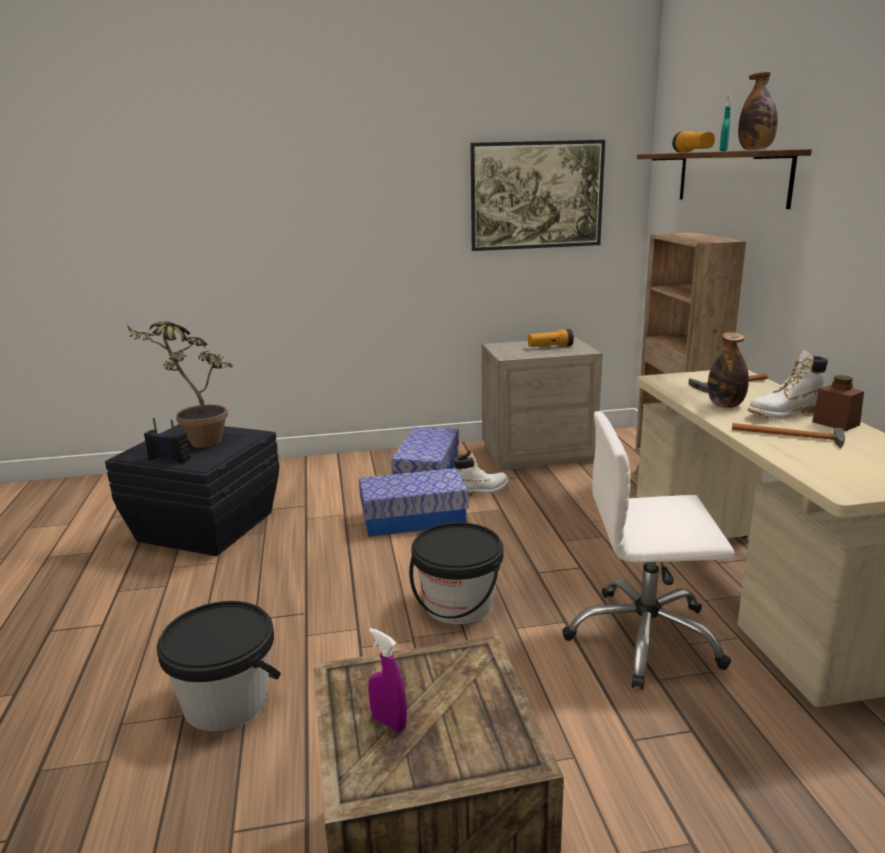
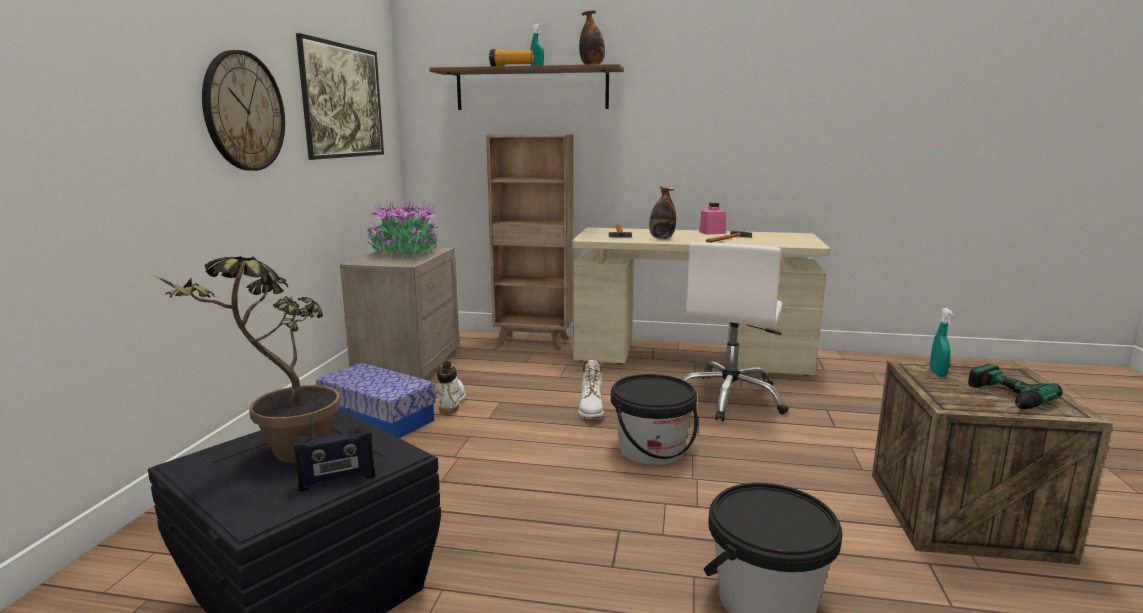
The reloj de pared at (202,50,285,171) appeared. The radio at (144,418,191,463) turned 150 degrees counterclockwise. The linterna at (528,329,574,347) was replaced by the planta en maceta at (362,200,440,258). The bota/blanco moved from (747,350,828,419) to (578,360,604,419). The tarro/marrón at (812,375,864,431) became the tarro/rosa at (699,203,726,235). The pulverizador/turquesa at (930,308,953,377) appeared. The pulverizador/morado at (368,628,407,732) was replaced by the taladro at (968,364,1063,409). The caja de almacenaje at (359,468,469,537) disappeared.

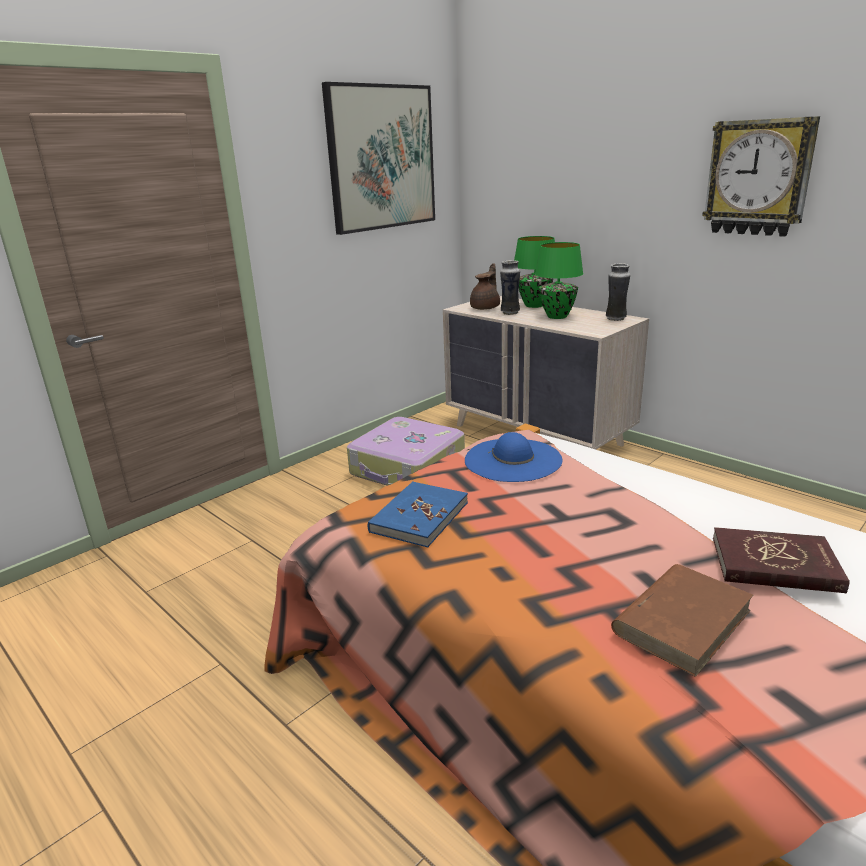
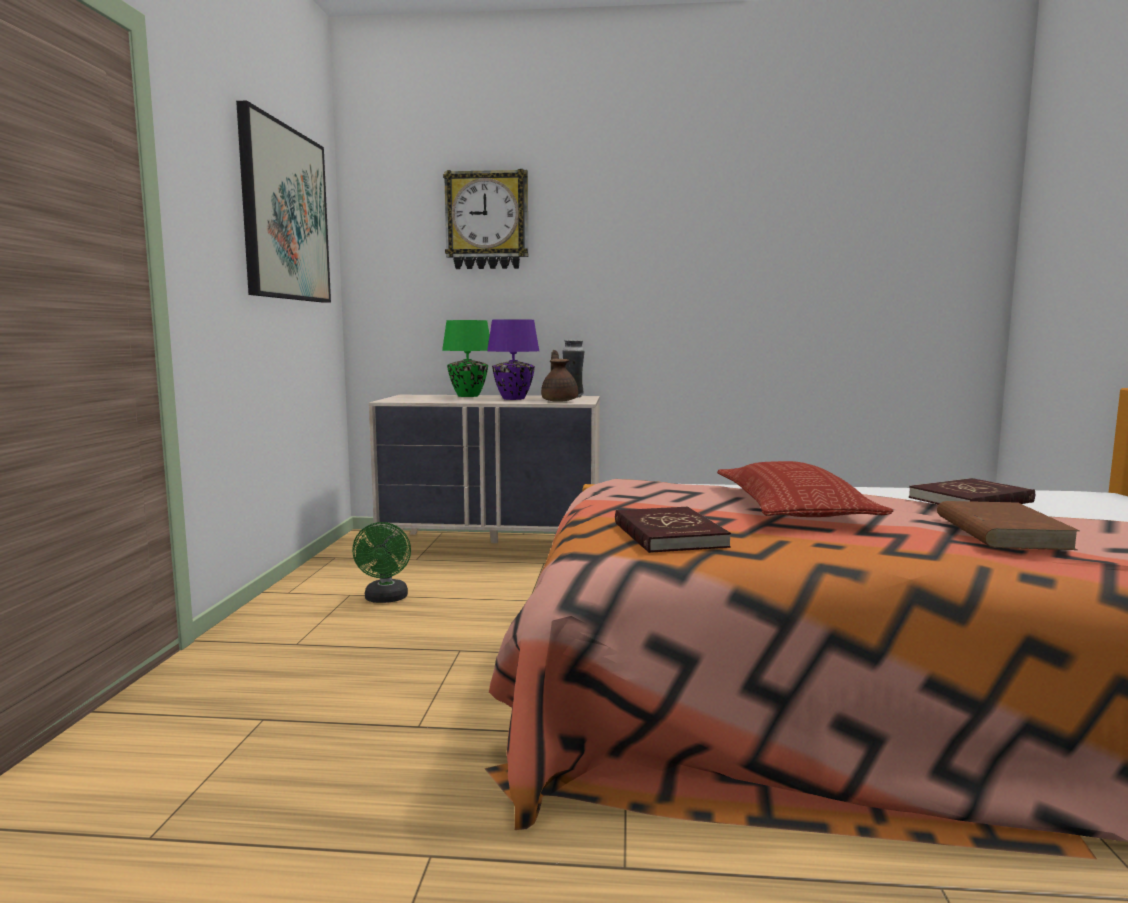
The maleta at (347,417,465,486) was replaced by the ventilador/verde at (352,522,411,603). The reloj de pared moved from (702,116,820,237) to (443,169,528,269). The lámpara de mesa/verde at (535,242,583,319) became the lámpara de mesa/morado at (487,319,539,400). The tetera/marrón moved from (470,263,500,310) to (541,350,578,402). The libro/azul at (368,482,468,547) became the libro/rojo at (615,507,731,553). The cojín at (717,461,893,517) appeared. The sombrero/azul at (465,432,563,482) disappeared. The florero at (500,260,520,315) disappeared.

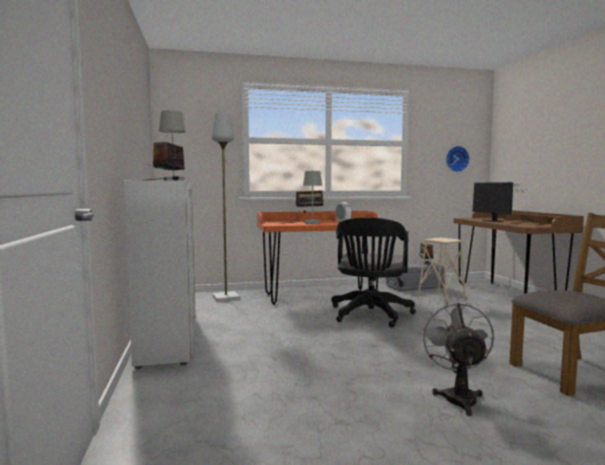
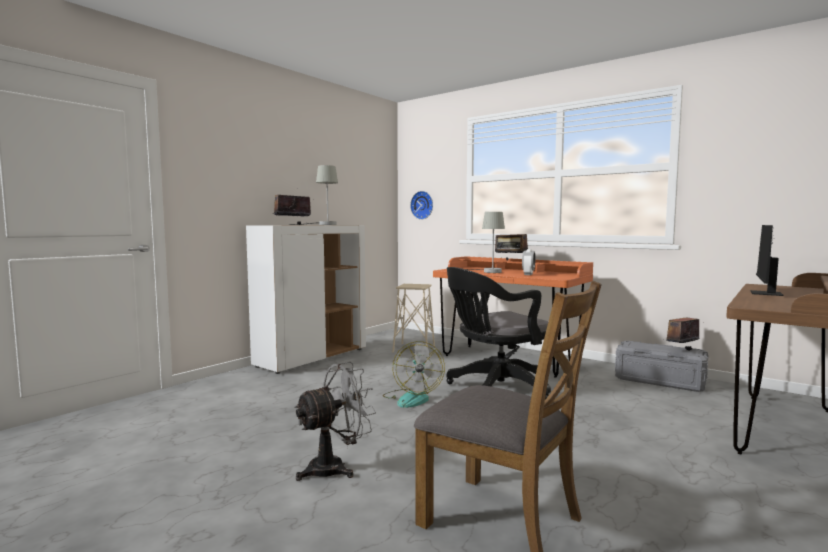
The ventilador at (383,341,445,408) appeared. The taburete/beis moved from (417,238,466,306) to (392,284,435,353). The reloj de pared moved from (446,146,469,172) to (410,191,433,220). The lámpara de pie/gris at (211,112,240,302) disappeared.

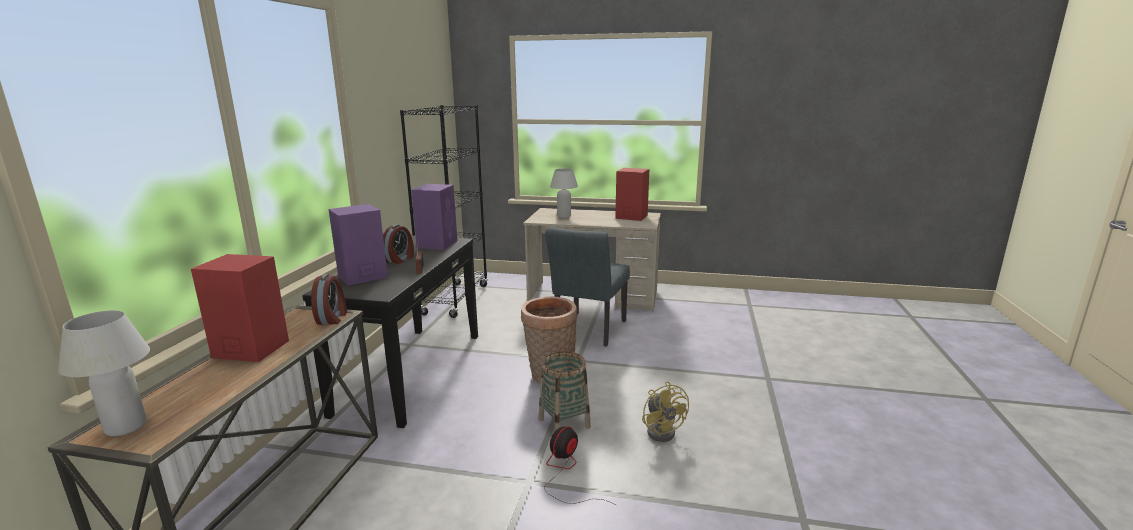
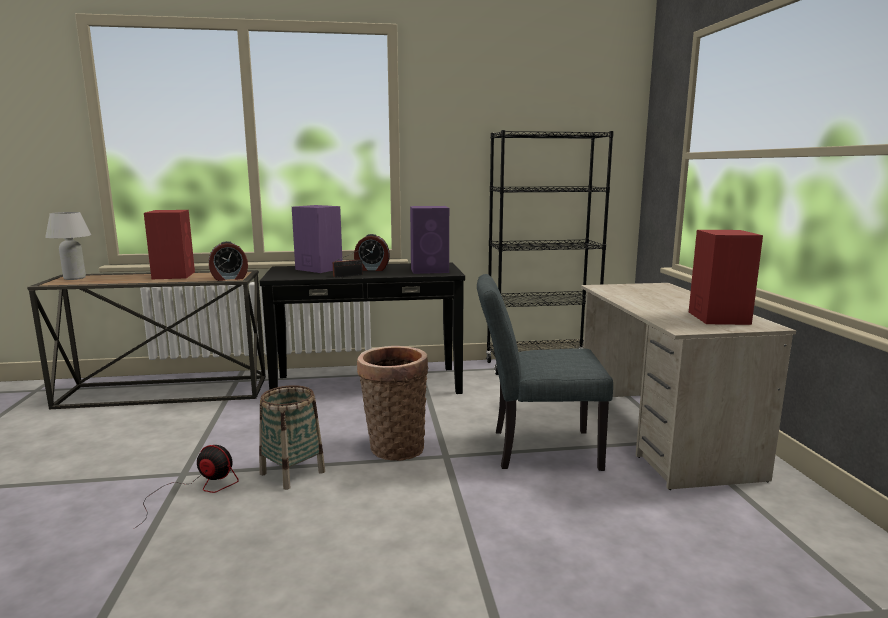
The lámpara de mesa/blanco at (550,169,578,218) disappeared. The ventilador/amarillo at (642,381,689,442) disappeared.

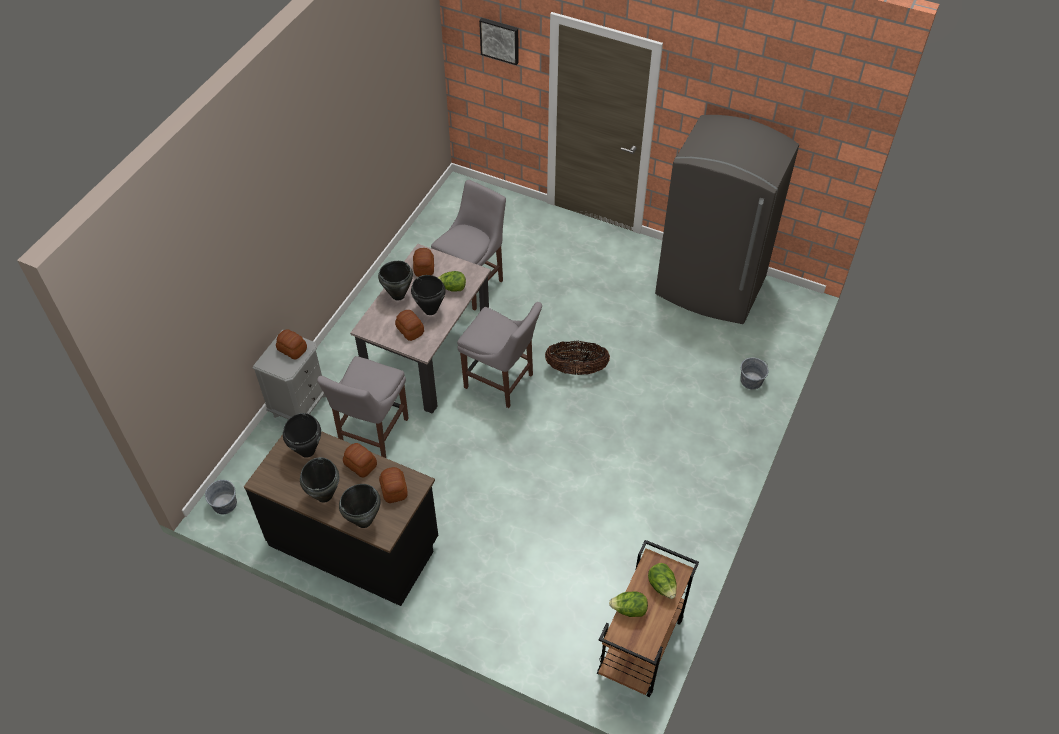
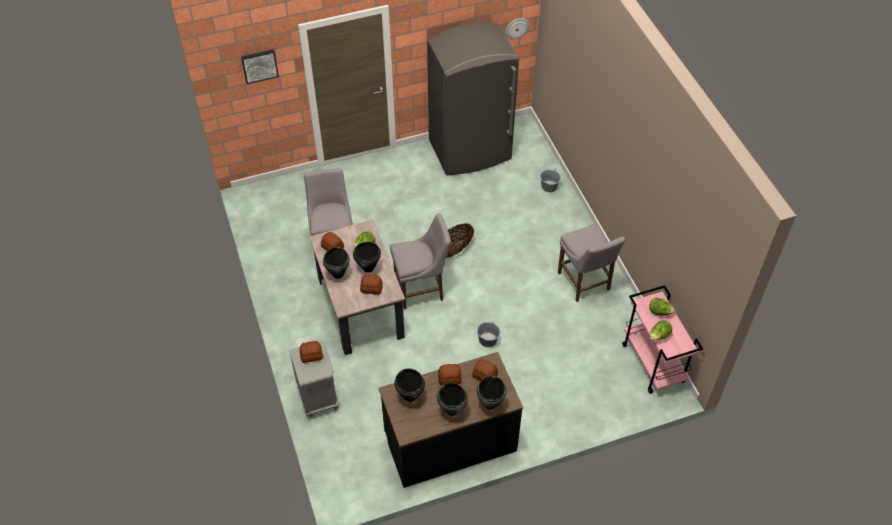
The cubo/gris moved from (205,480,237,514) to (477,322,500,347). The reloj de pared at (505,18,530,39) appeared. The silla/gris moved from (317,356,409,458) to (558,224,625,302). The carrito/marrón at (597,540,699,697) became the carrito/rosa at (622,285,703,394).

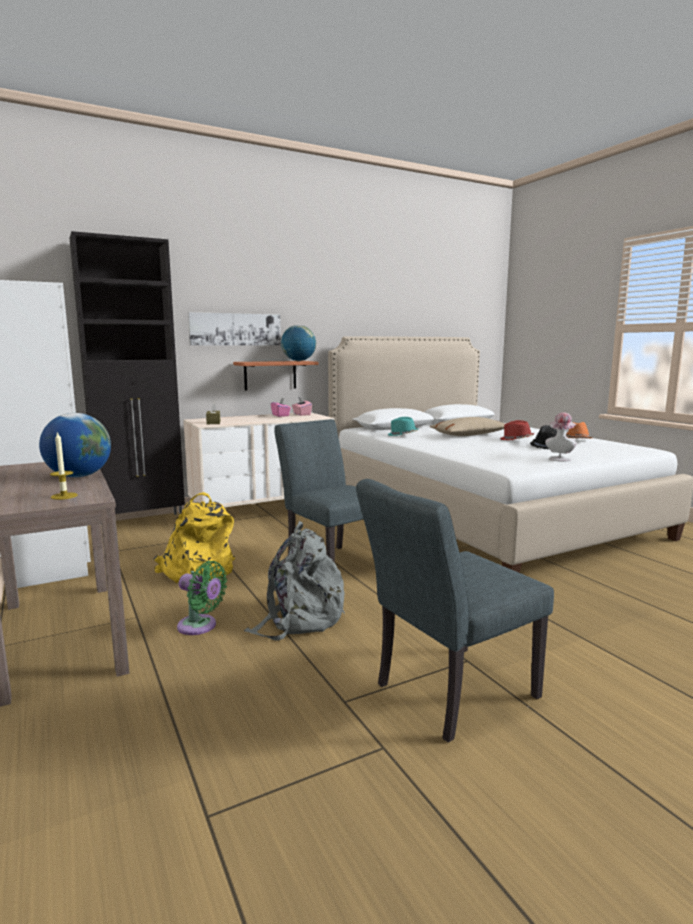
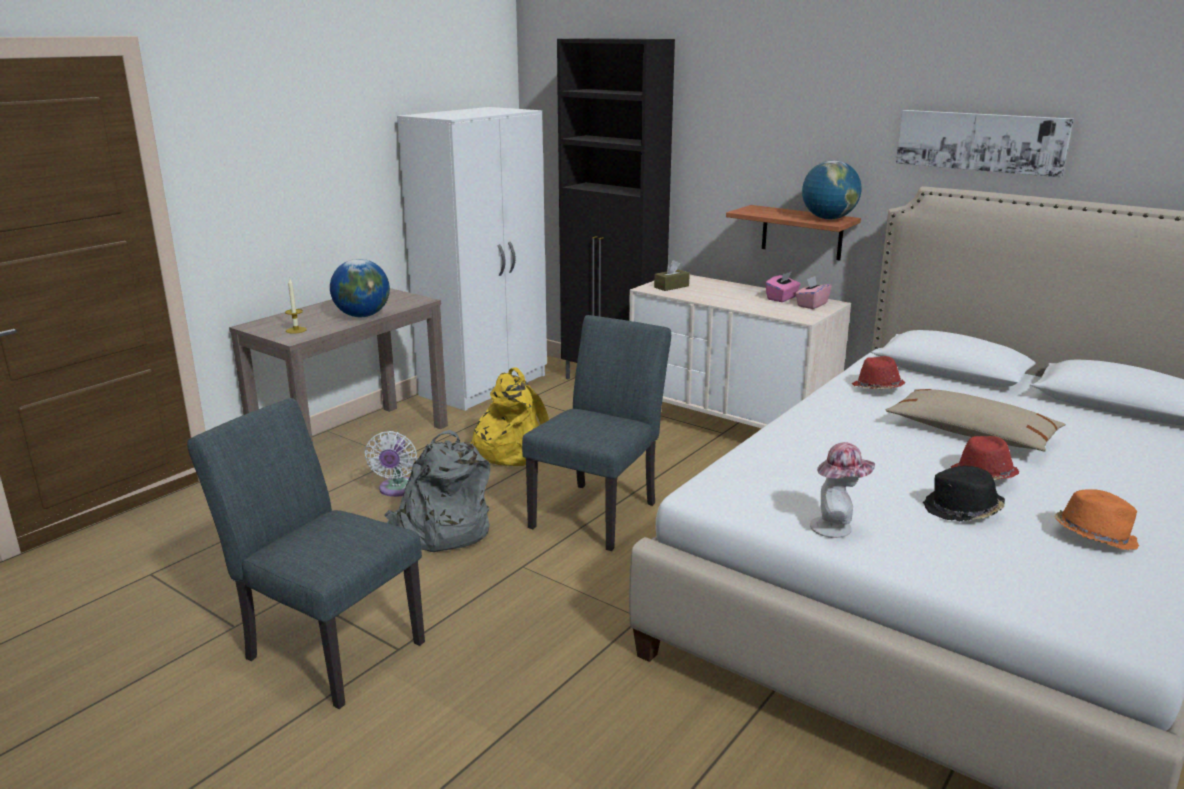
The ventilador/verde at (177,561,227,635) became the ventilador/blanco at (365,431,417,497). The sombrero/turquesa at (388,417,419,436) became the sombrero/rojo at (852,356,905,389). The cuadro moved from (188,312,281,346) to (896,110,1074,177).

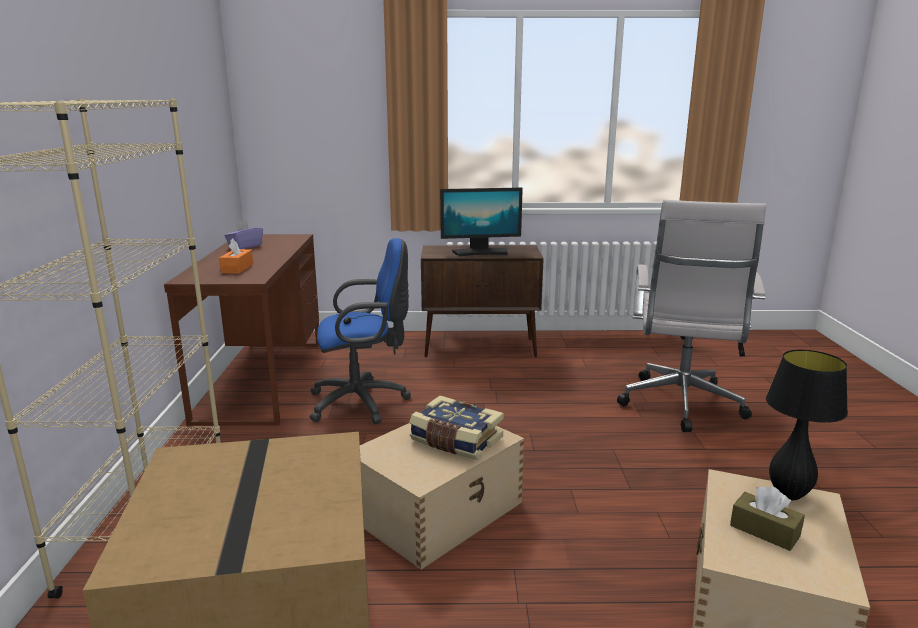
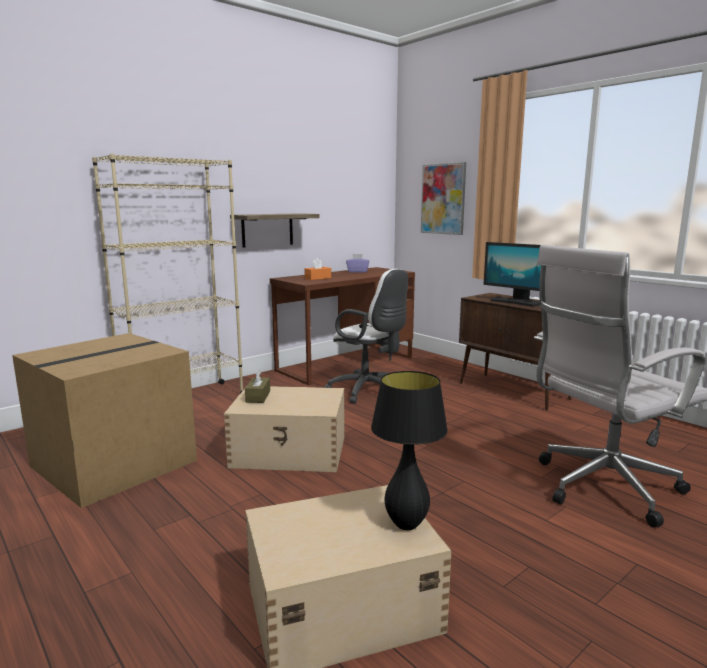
The estante at (230,213,320,248) appeared. The caja de pañuelos/marrón moved from (730,486,805,551) to (245,369,270,403). The silla de oficina/azul at (310,238,411,424) became the silla de oficina/blanco at (324,269,408,404). The cuadro at (421,162,466,235) appeared. The libro at (409,396,504,460) disappeared.

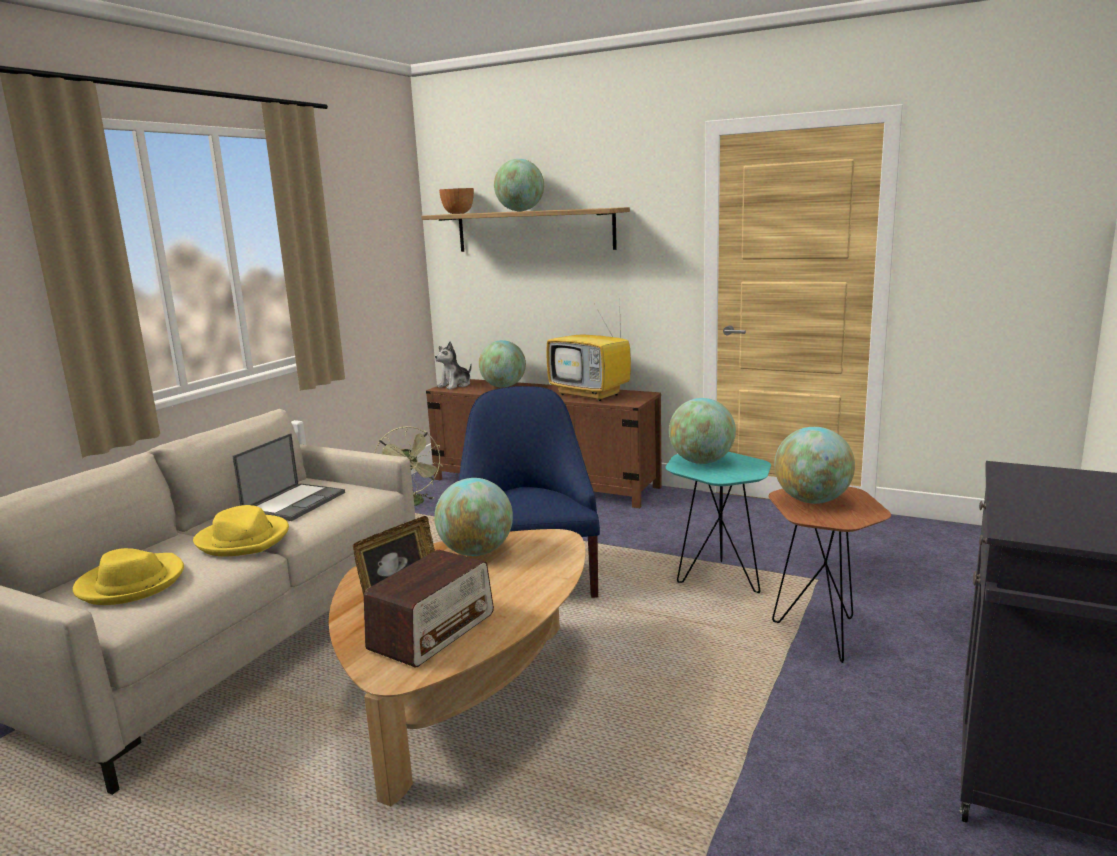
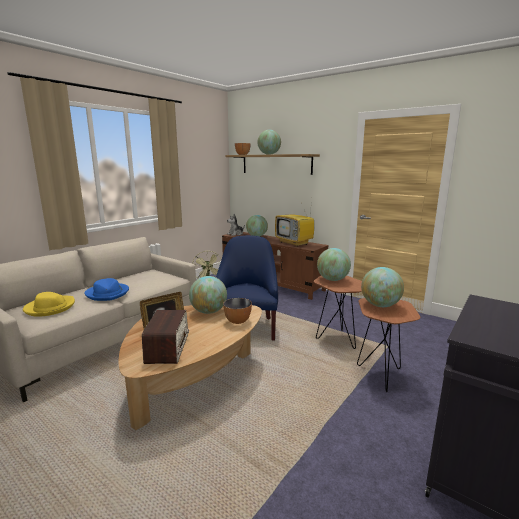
The sombrero/amarillo at (193,505,289,556) became the sombrero/azul at (84,278,129,301). The radio at (364,550,494,668) turned 45 degrees counterclockwise. The cuenco at (223,298,252,324) appeared. The mesa auxiliar/turquesa at (665,452,771,593) became the mesa auxiliar/marrón at (314,276,362,349). The portátil at (232,433,345,521) disappeared.

